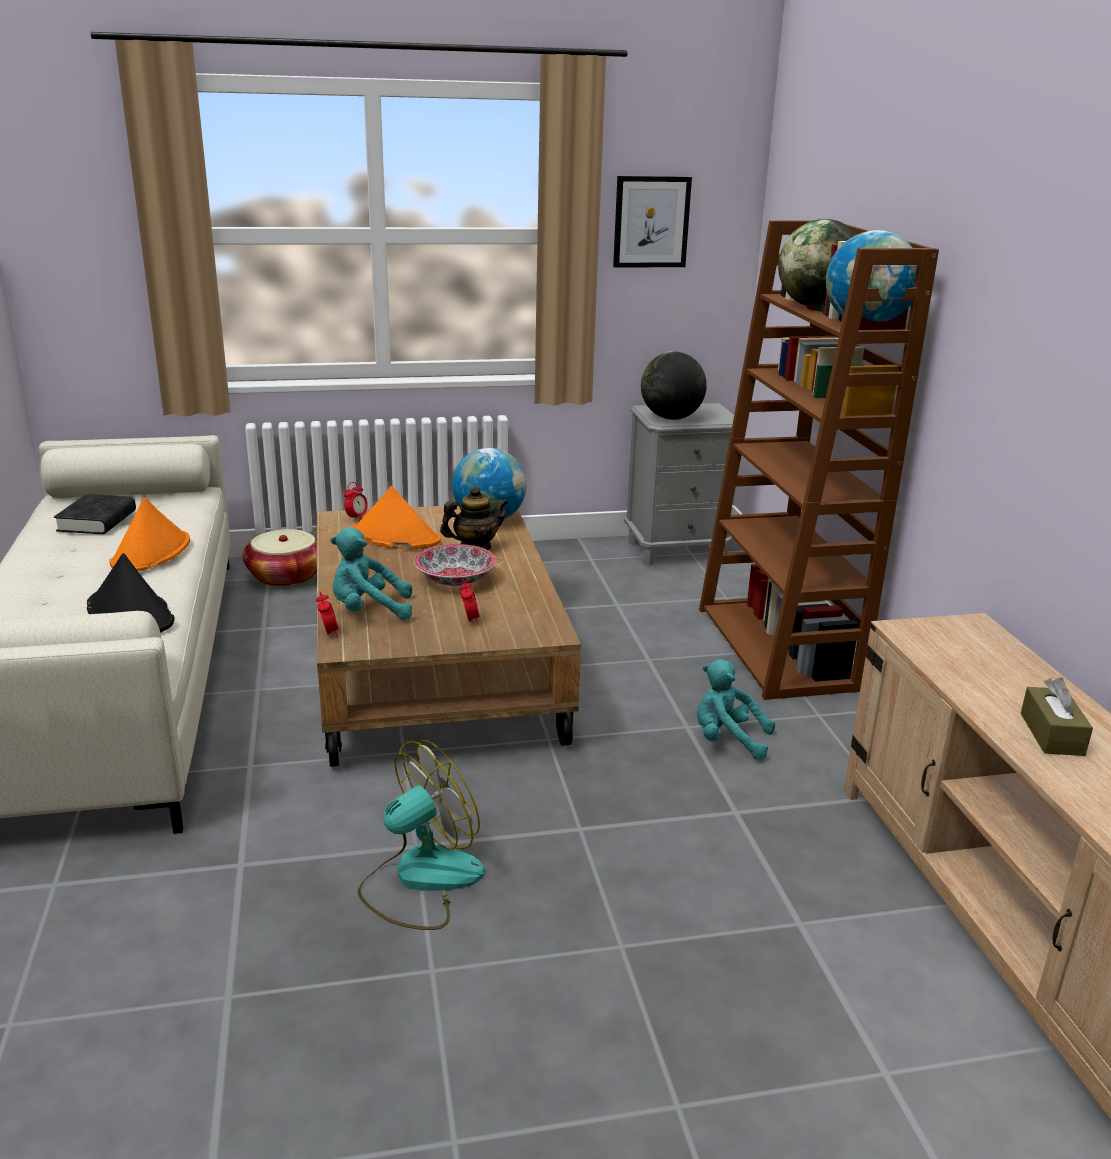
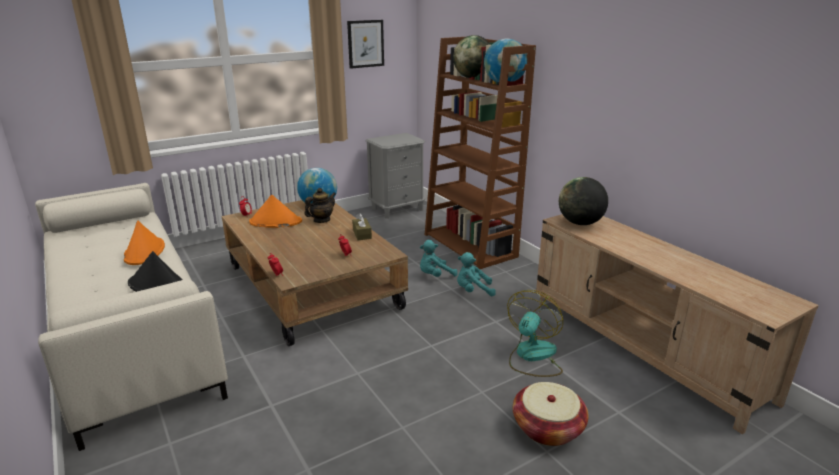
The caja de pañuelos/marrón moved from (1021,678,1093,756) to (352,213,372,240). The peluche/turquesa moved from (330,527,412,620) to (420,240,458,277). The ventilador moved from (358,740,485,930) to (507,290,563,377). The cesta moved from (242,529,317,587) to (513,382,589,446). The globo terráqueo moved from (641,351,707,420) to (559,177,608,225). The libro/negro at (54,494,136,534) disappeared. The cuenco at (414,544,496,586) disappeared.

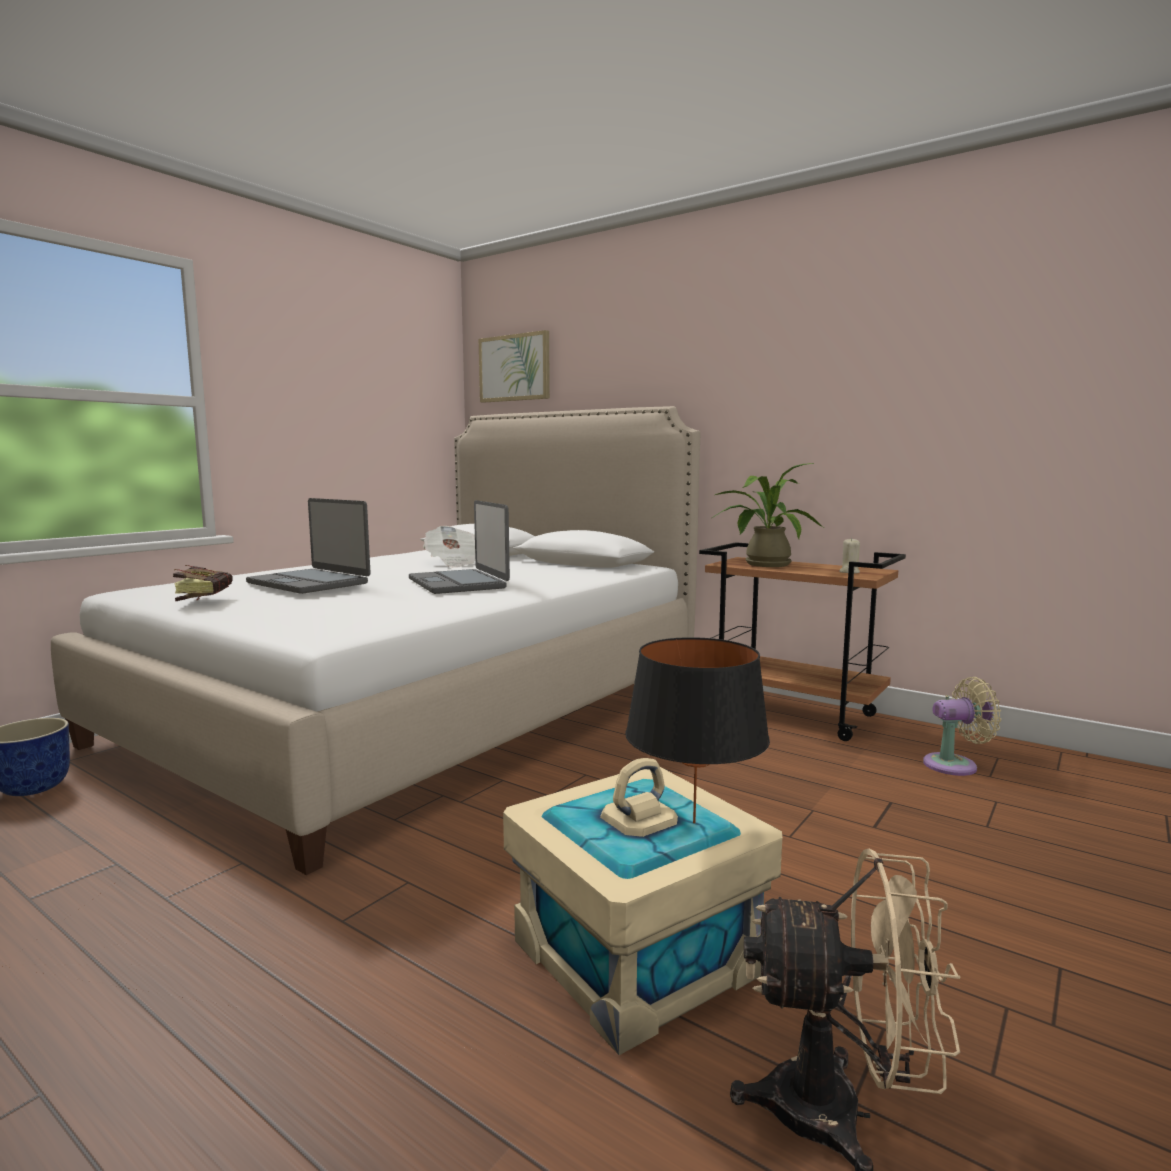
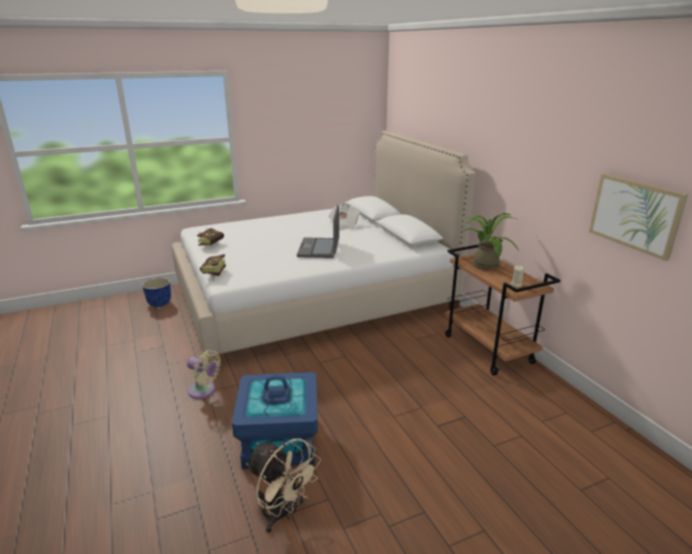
The ventilador/beis moved from (923,677,1001,776) to (187,350,221,399). The libro at (200,254,226,281) appeared. The caja de almacenaje/beis at (503,758,782,1055) became the caja de almacenaje/azul at (232,372,318,469). The cuadro moved from (479,330,550,403) to (589,174,688,261). The portátil at (246,498,370,594) disappeared. The lámpara de mesa/negro at (625,637,770,823) disappeared.

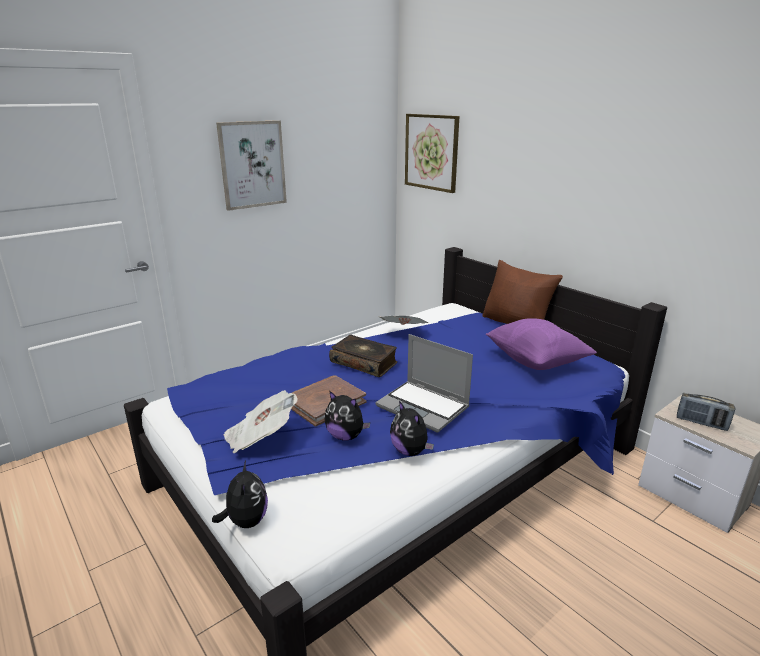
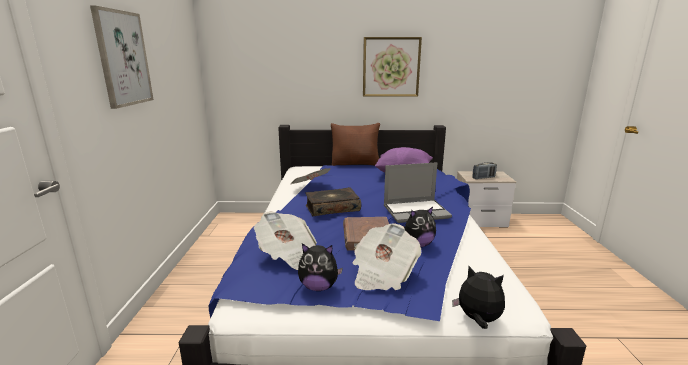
The periódico at (254,211,317,270) appeared. The peluche moved from (390,401,434,456) to (298,244,343,291). The cuadro moved from (405,114,460,193) to (363,37,422,97).

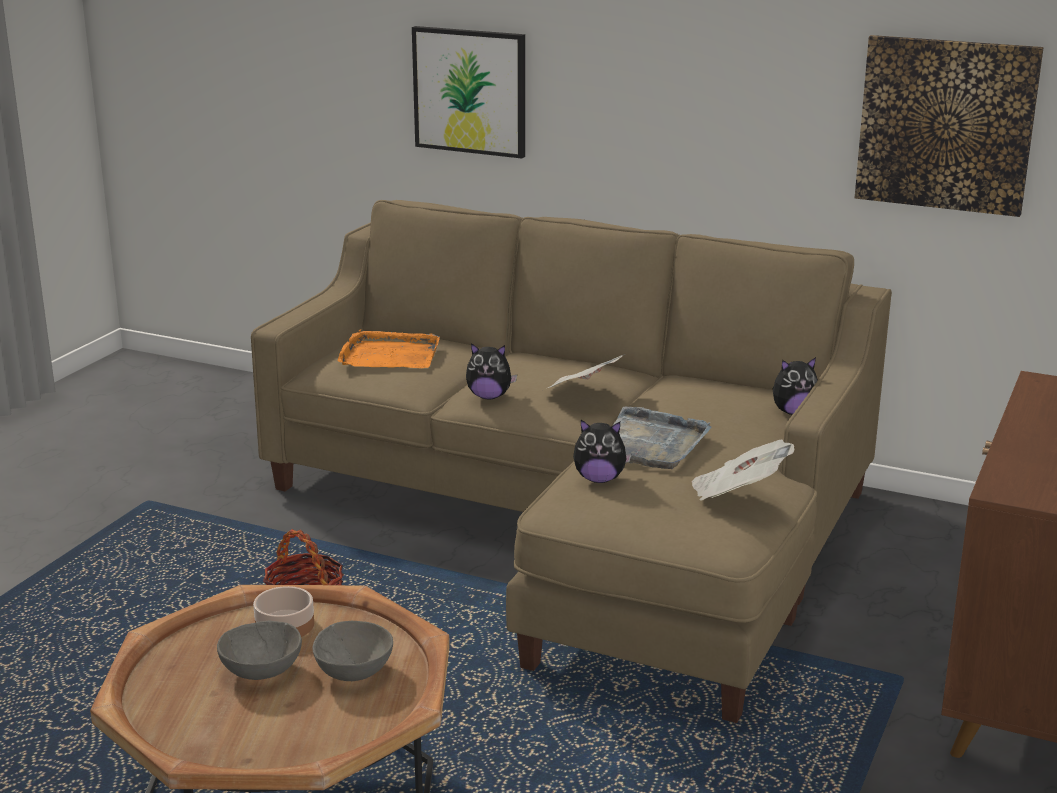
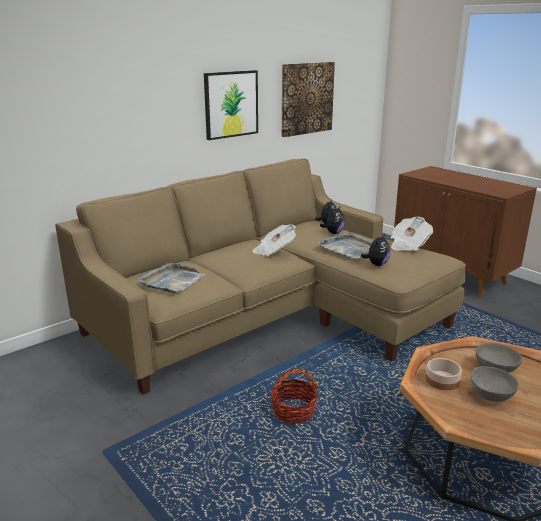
The bandeja/naranja at (338,329,440,368) became the bandeja/gris at (138,263,205,293). The cuadro moved from (412,26,525,159) to (204,70,258,140). The peluche moved from (466,343,517,399) to (320,205,345,234).

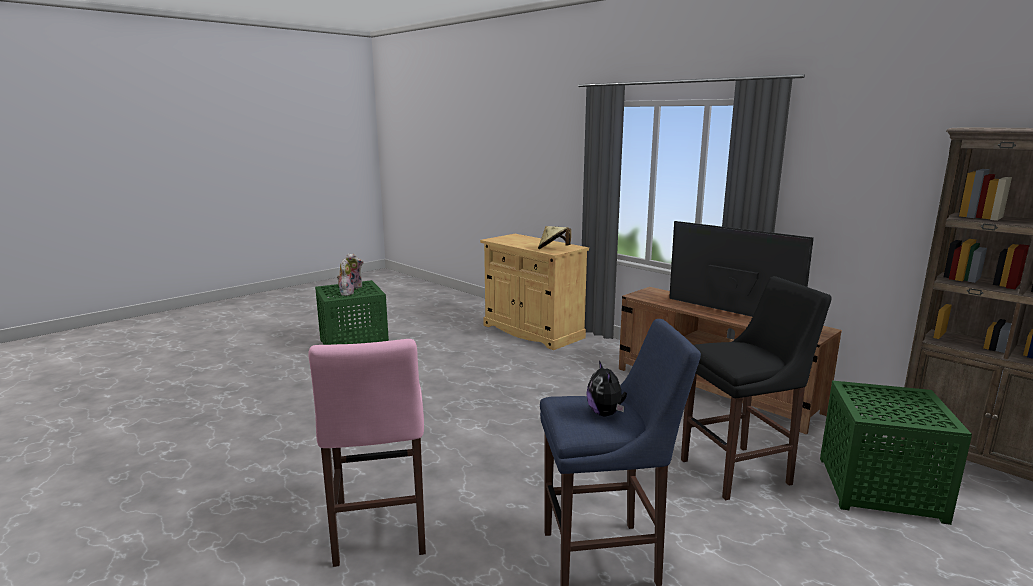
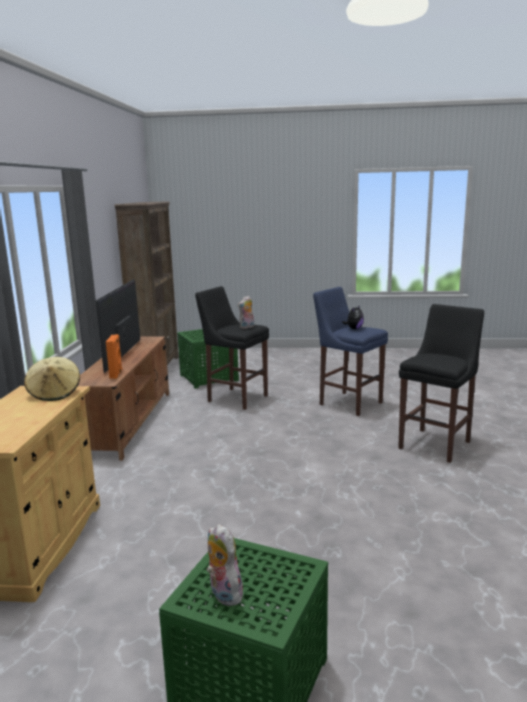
The altavoz/naranja at (106,334,122,379) appeared. The peluche moved from (337,258,354,296) to (238,296,254,329). The taburete/rosa at (309,339,426,567) became the taburete/negro at (398,304,484,463).

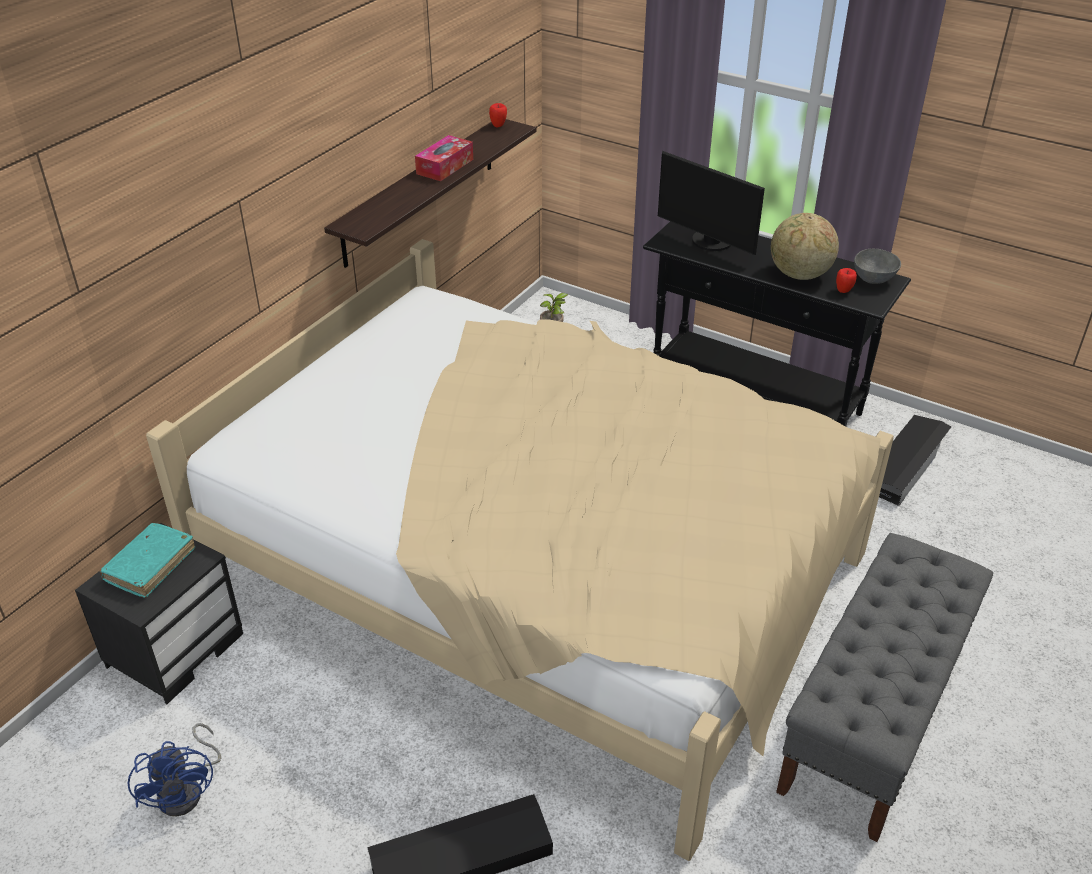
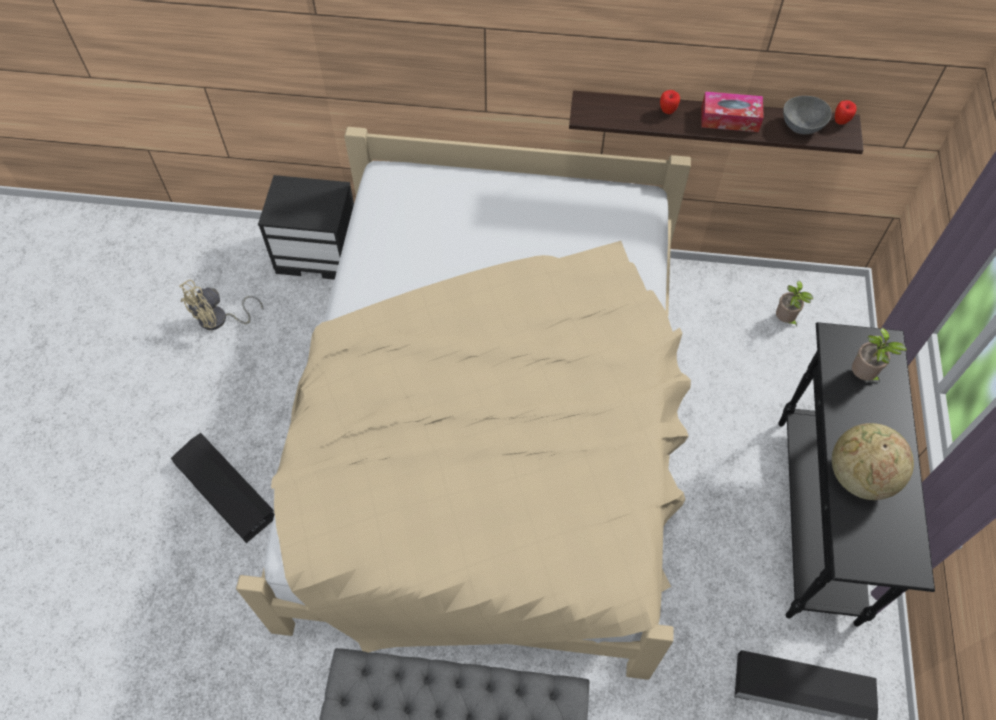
The ventilador/azul at (128,723,221,816) became the ventilador/beis at (179,280,263,330). The manzana moved from (836,268,857,293) to (660,90,680,114). The cuenco/gris moved from (854,249,901,284) to (783,96,832,134). The monitor at (658,151,765,255) was replaced by the planta en maceta at (852,328,907,382). The libro/turquesa at (99,523,195,598) disappeared.

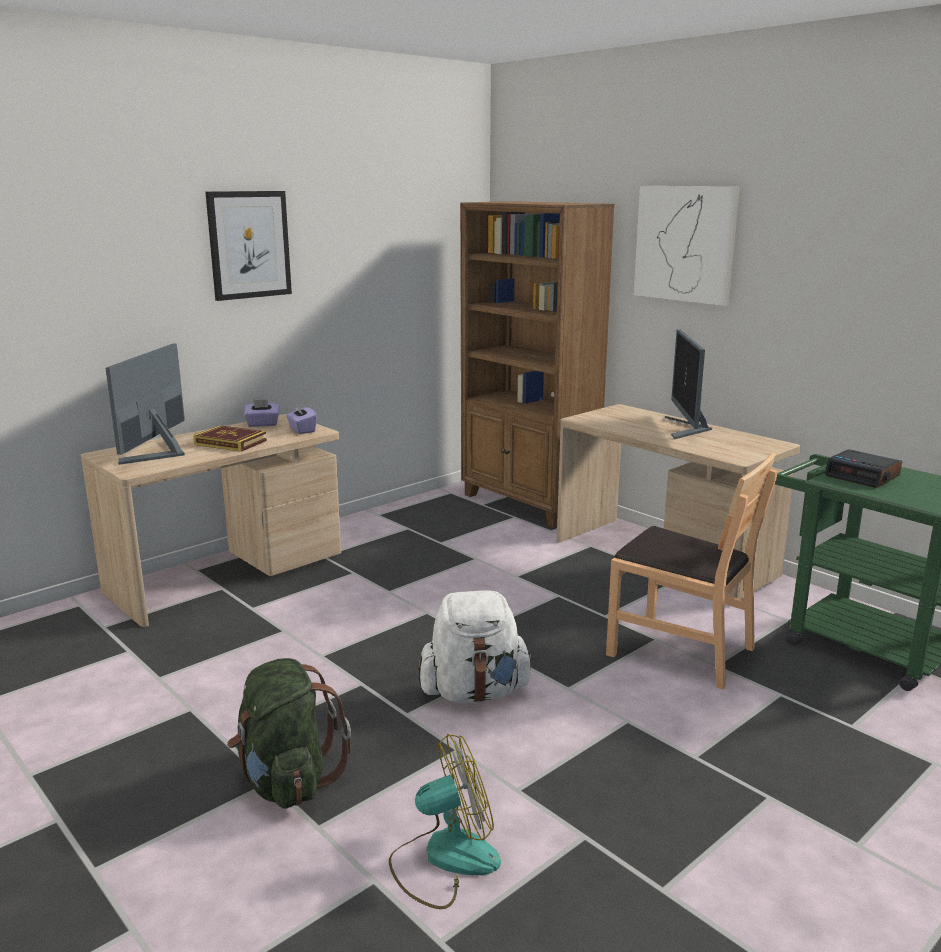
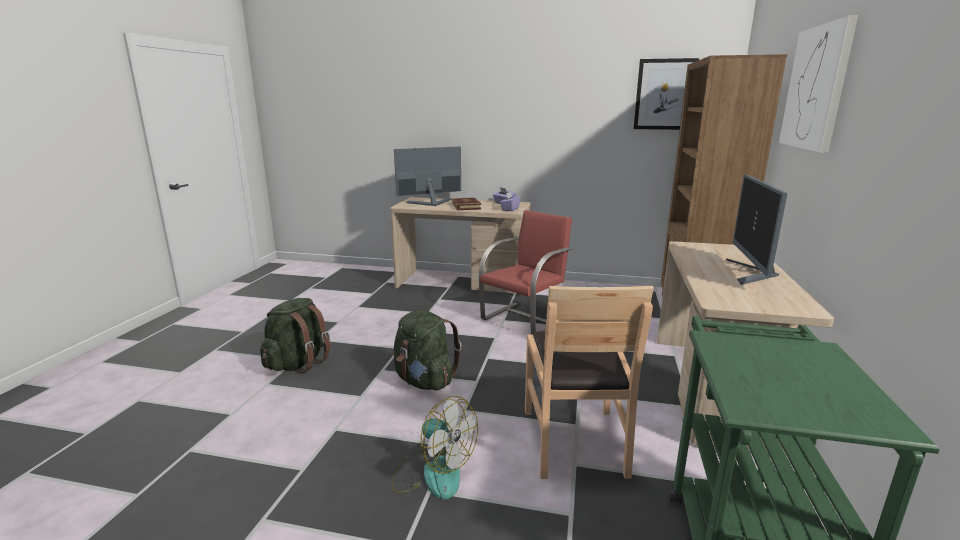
The ventilador moved from (389,734,501,909) to (391,396,478,499). The mochila/blanco at (418,590,533,703) became the mochila/verde at (394,310,462,390). The silla/rojo at (479,210,572,335) appeared. The cuadro moved from (205,191,292,301) to (634,58,699,130). The monitor at (665,329,712,439) turned 45 degrees counterclockwise. The despertador at (825,449,902,488) disappeared.

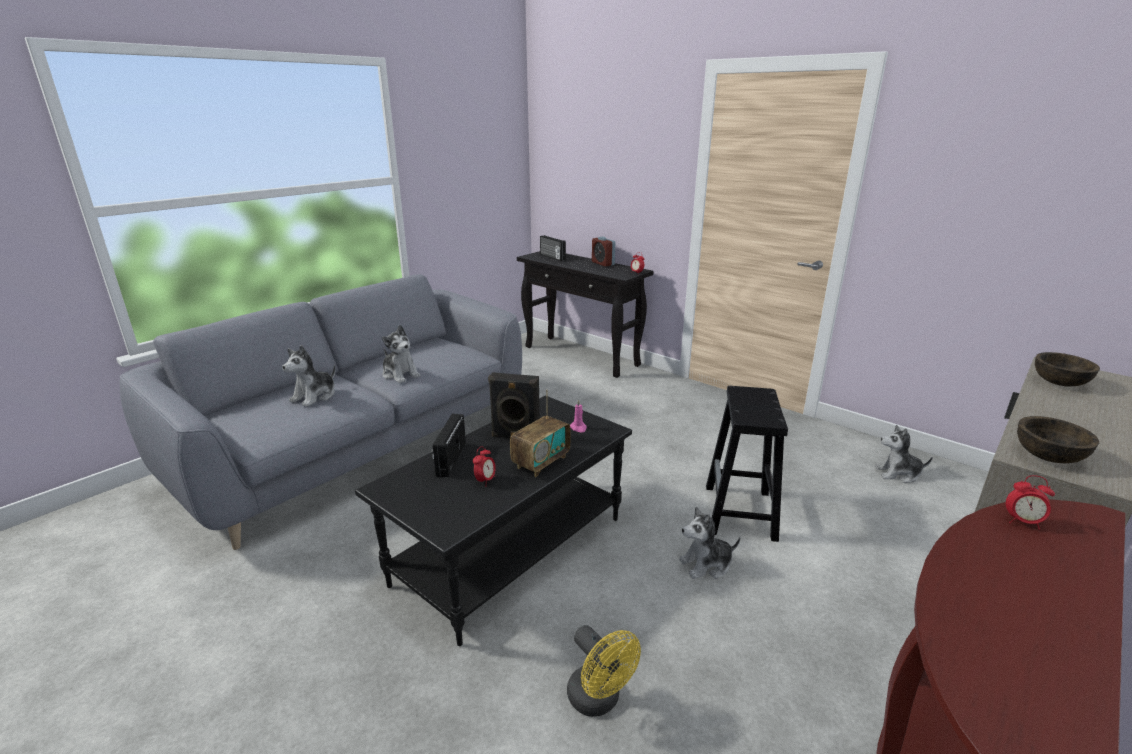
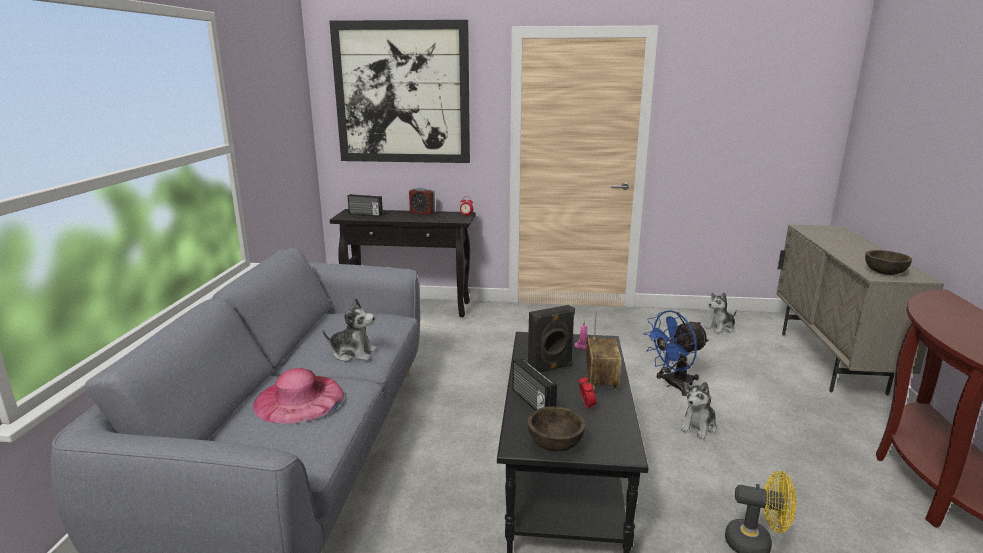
The peluche at (282,345,336,407) was replaced by the sombrero/rosa at (253,368,344,424). The cuadro at (329,20,470,163) appeared. The cuenco/marrón moved from (1035,352,1100,387) to (527,406,586,452). The taburete/negro at (706,386,788,542) was replaced by the ventilador/azul at (643,310,709,396). The despertador at (1006,475,1055,530) disappeared.

